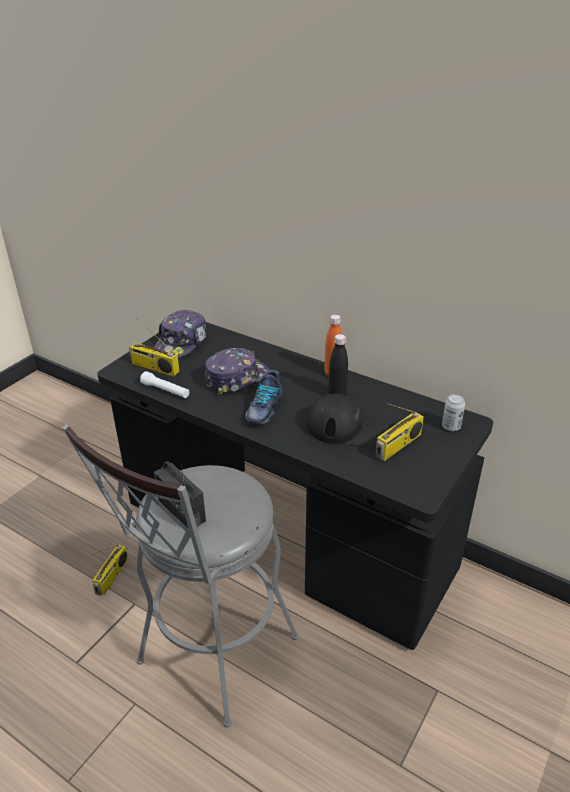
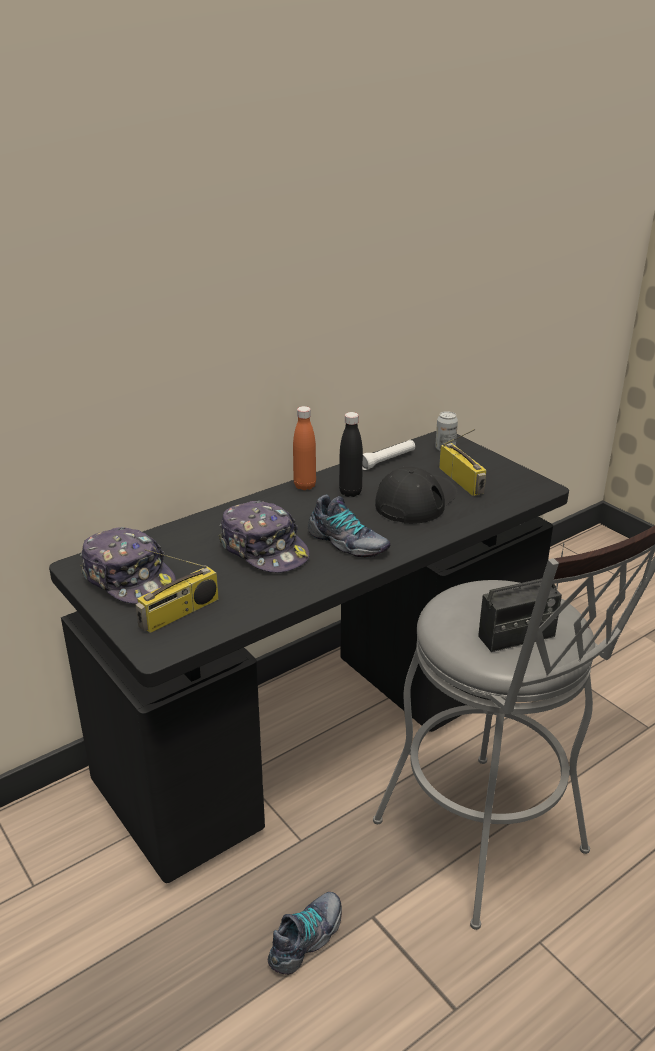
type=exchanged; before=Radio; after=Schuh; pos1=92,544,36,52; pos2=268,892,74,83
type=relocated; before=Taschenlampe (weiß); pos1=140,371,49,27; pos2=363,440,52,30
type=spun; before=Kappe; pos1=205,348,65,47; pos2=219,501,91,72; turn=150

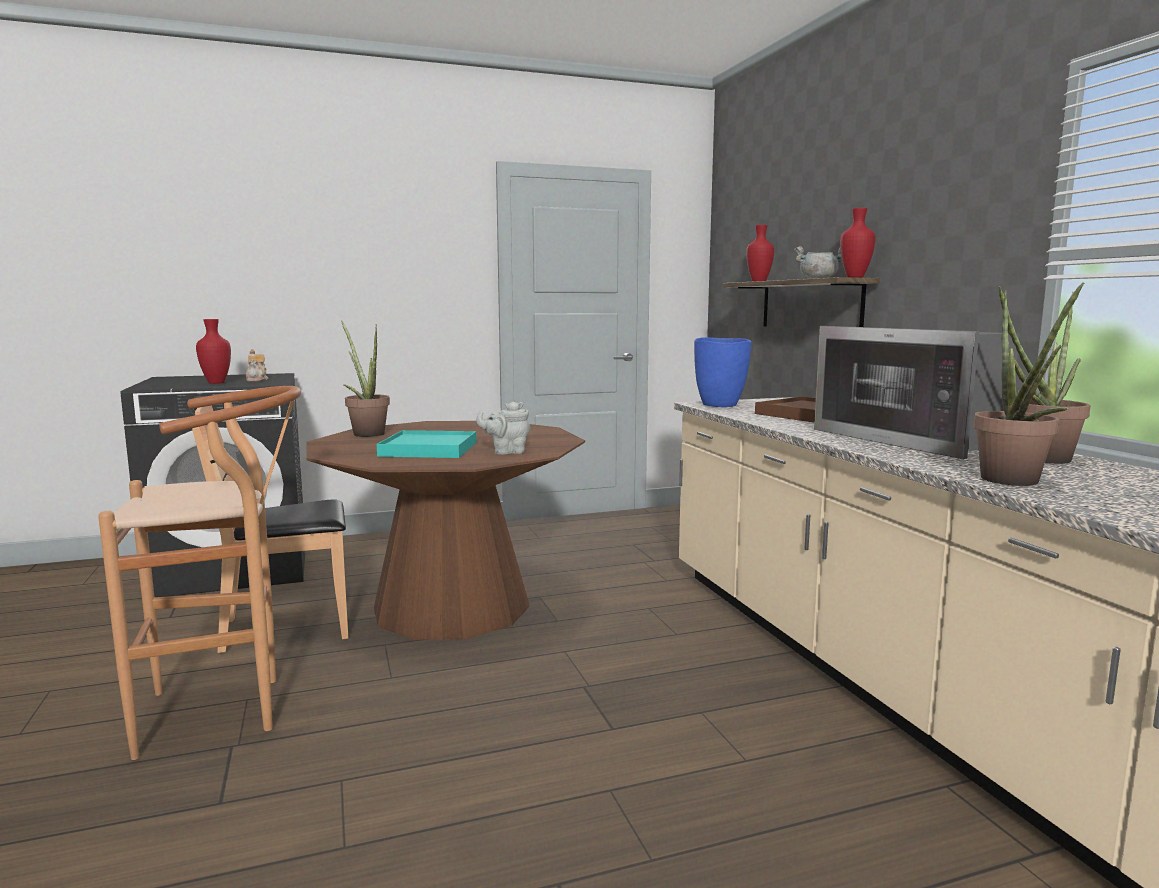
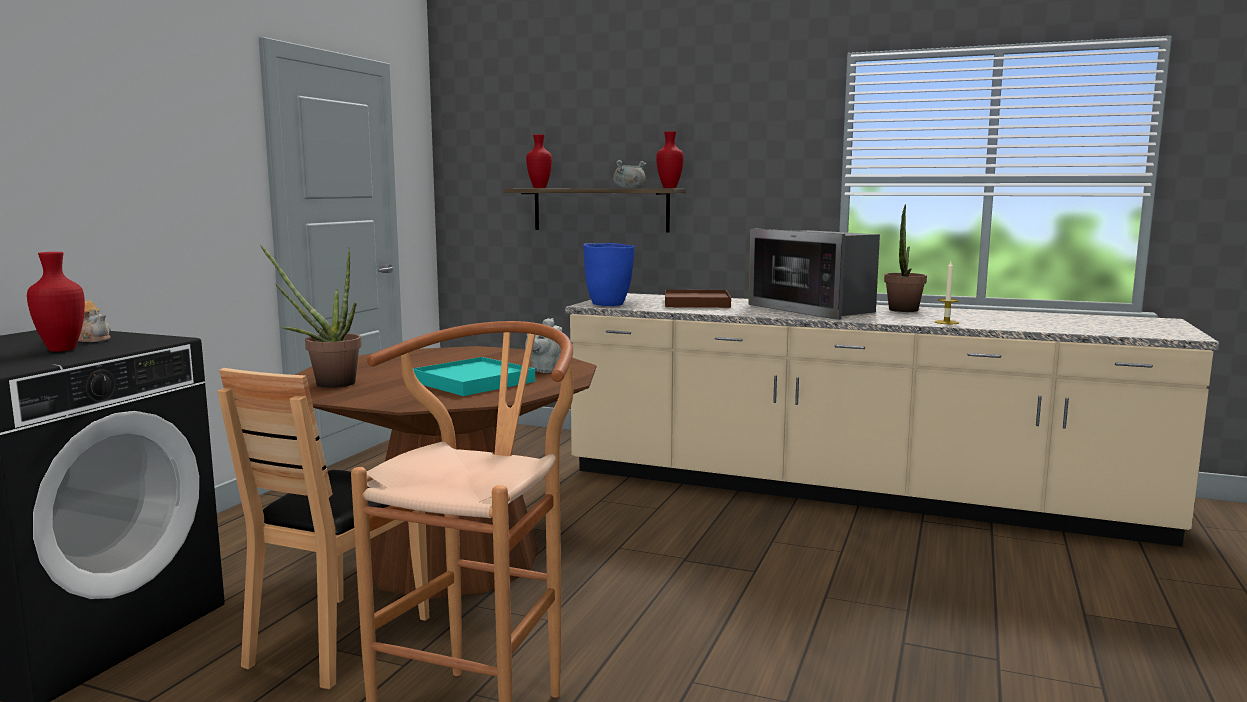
type=spun; before=Mikrowelle; pos1=814,326,206,133; pos2=748,228,132,92; turn=45
type=exchanged; before=Topfpflanze; after=Kerze; pos1=973,282,111,204; pos2=935,261,24,63

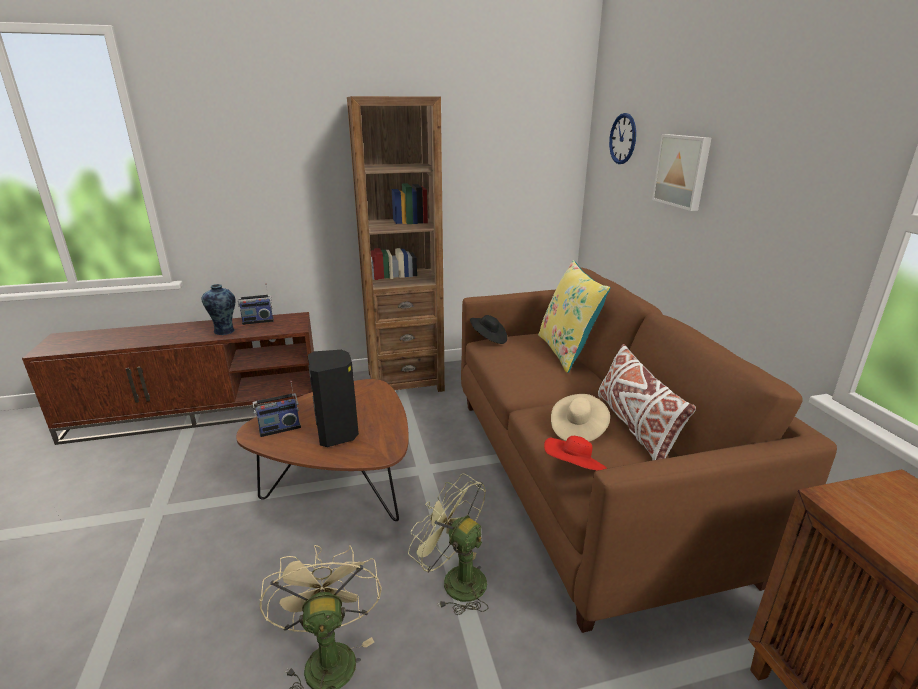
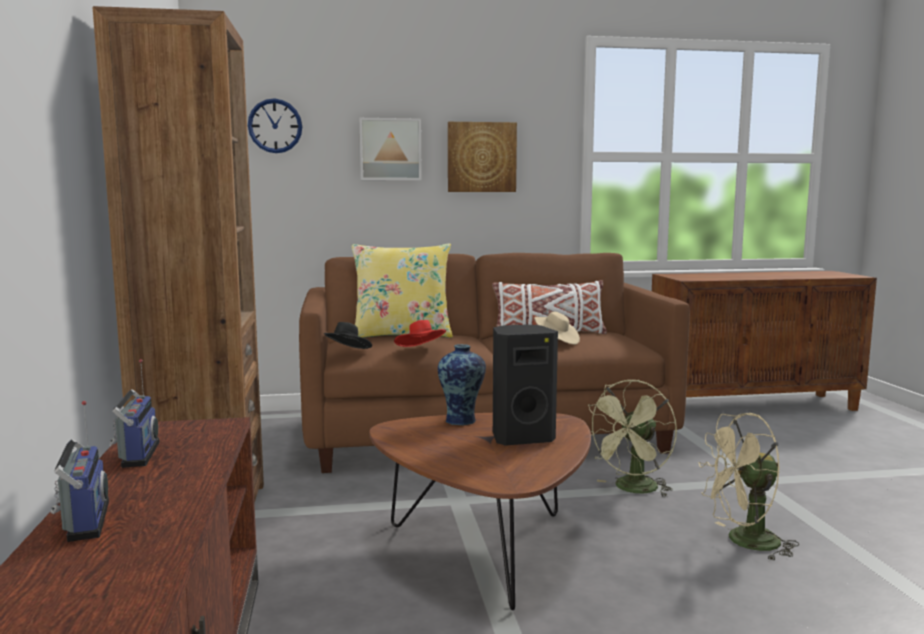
type=relocated; before=Vase; pos1=201,284,35,51; pos2=438,344,48,81
type=relocated; before=Radio; pos1=253,381,48,56; pos2=51,401,58,141
type=relocated; before=Hut (rot); pos1=544,436,63,35; pos2=394,320,52,27
type=appeared; after=Bild; pos2=448,122,69,70

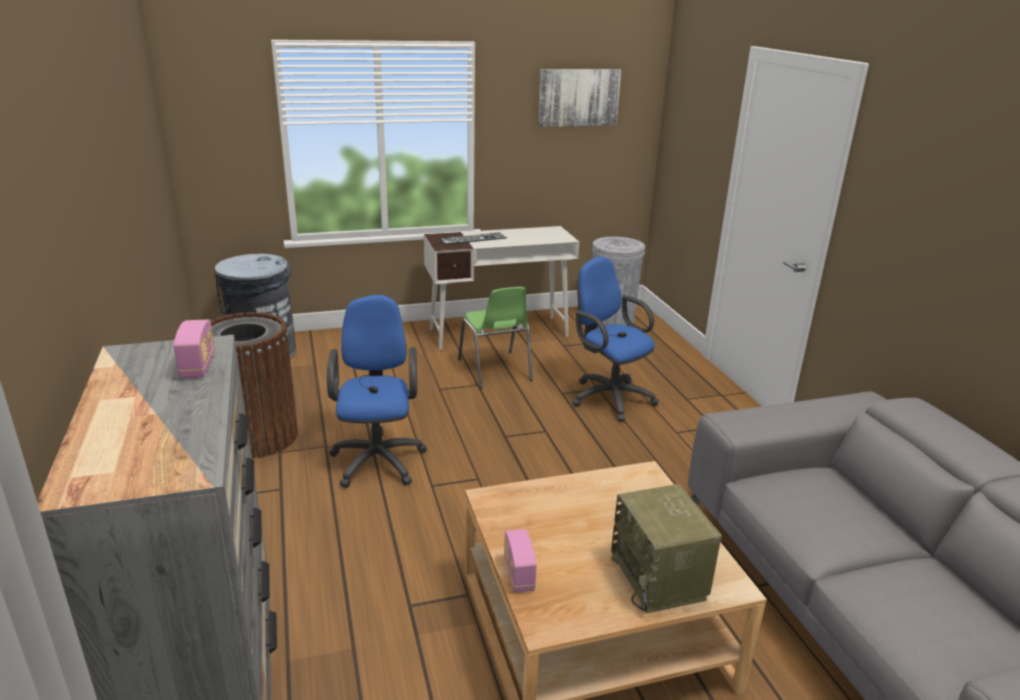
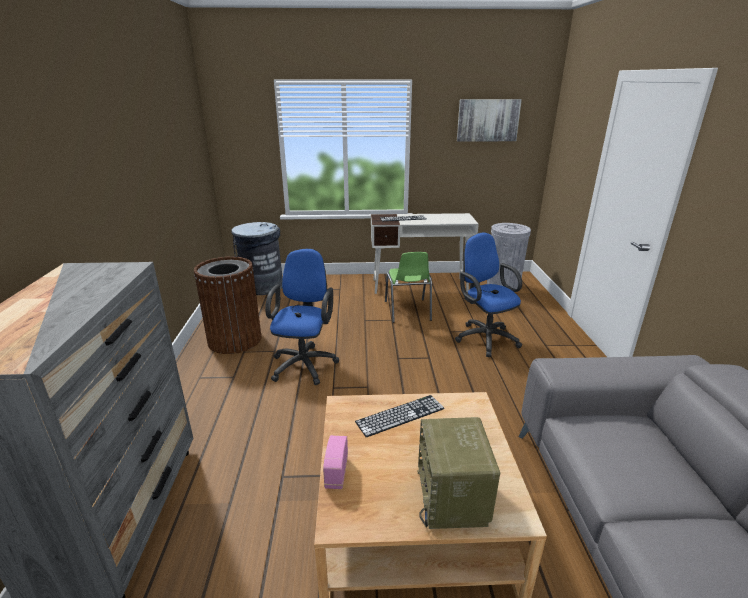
type=missing; before=Radio; pos1=173,320,42,58
type=appeared; after=Tastatur; pos2=355,395,90,43

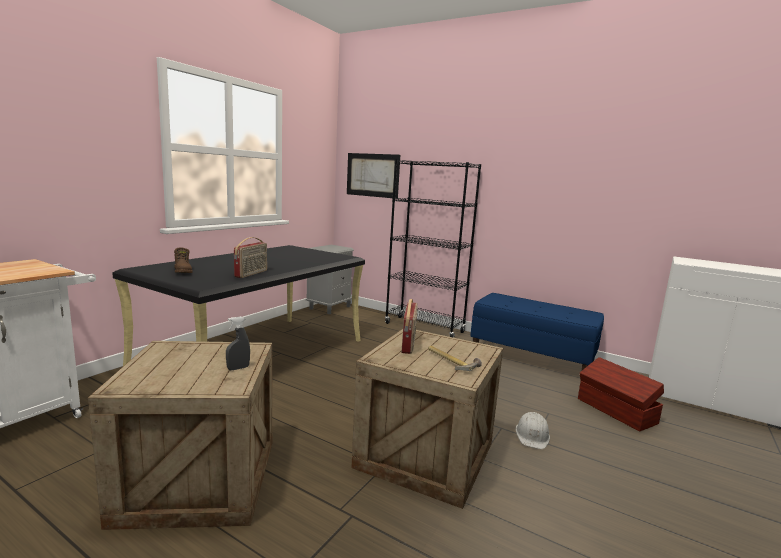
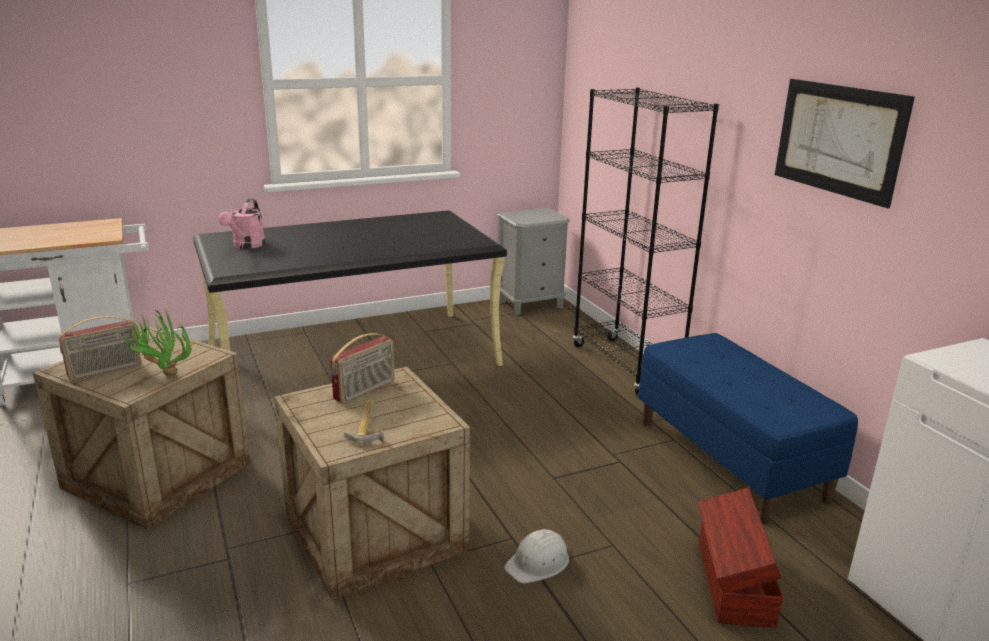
type=exchanged; before=Stiefel (braun); after=Gießkanne (rosa); pos1=174,248,19,25; pos2=218,199,48,50
type=exchanged; before=Sprühflasche (grau); after=Topfpflanze; pos1=226,316,24,54; pos2=123,308,69,68
type=relocated; before=Radio; pos1=234,237,33,41; pos2=59,316,82,65
type=relocated; before=Bild; pos1=347,153,53,45; pos2=775,79,140,129

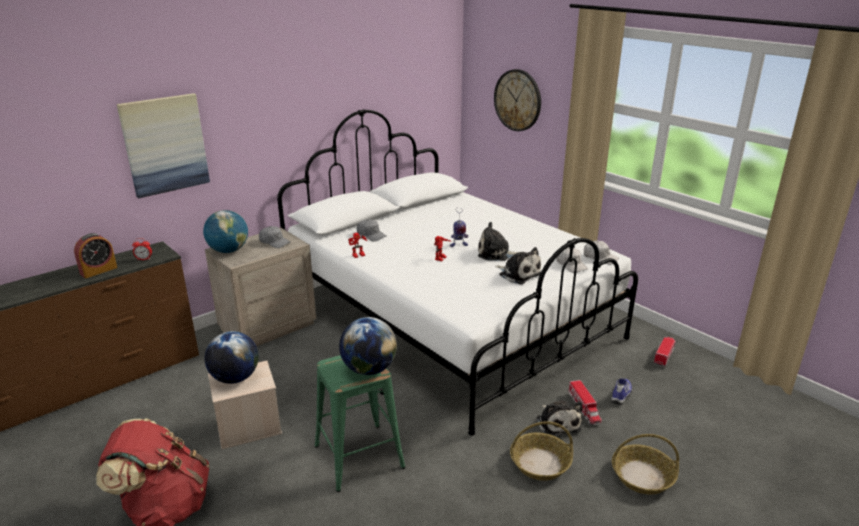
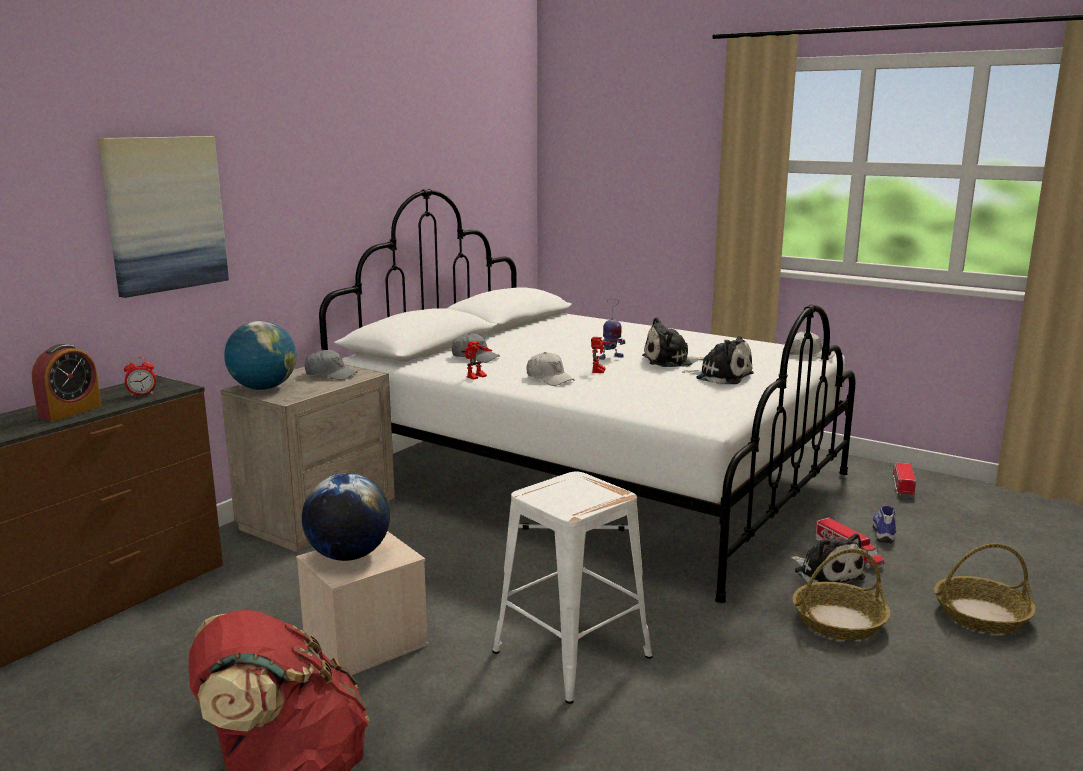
type=colour; before=Hocker (grün); after=Hocker (weiß); pos1=315,355,90,137; pos2=492,471,160,233
type=missing; before=Globus; pos1=339,317,58,58
type=missing; before=Wanduhr; pos1=494,69,47,62
type=relocated; before=Kappe (weiß); pos1=556,247,32,26; pos2=526,352,49,34

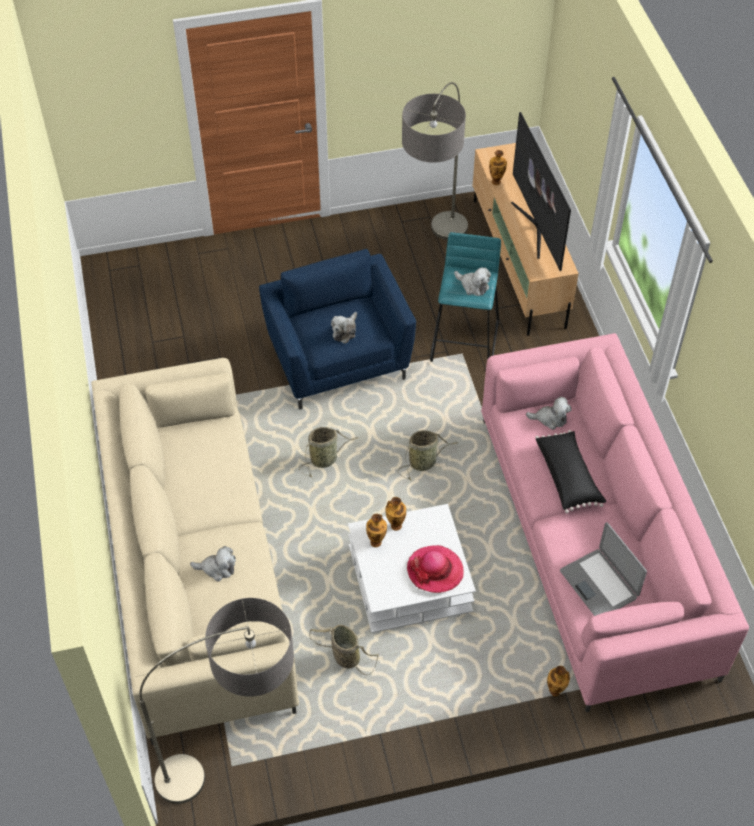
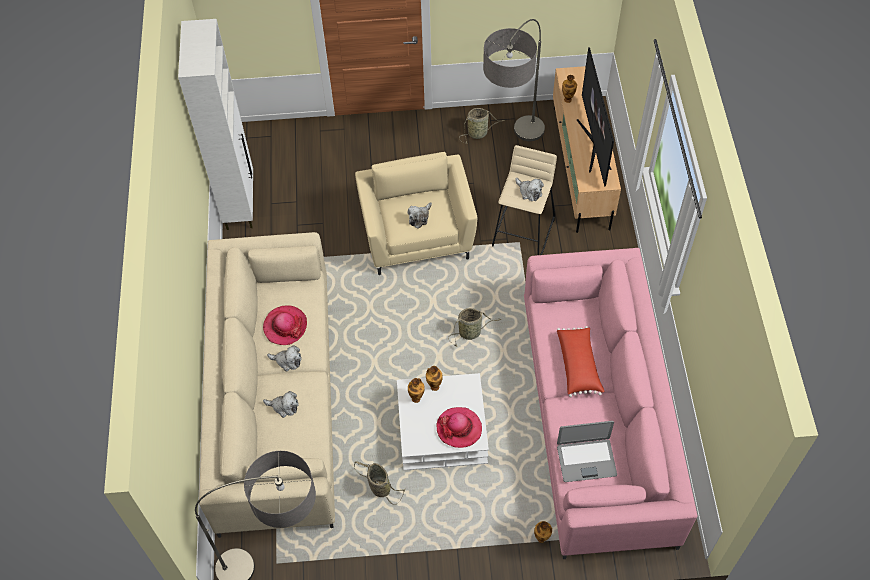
type=colour; before=Sessel (blau); after=Sessel (beige); pos1=259,249,157,161; pos2=355,152,123,123
type=relocated; before=Korb; pos1=299,427,59,51; pos2=459,108,46,36
type=colour; before=Hocker (türkis); after=Hocker (beige); pos1=430,232,71,130; pos2=492,145,65,110
type=relocated; before=Plüschtier; pos1=526,397,46,33; pos2=267,345,35,26
type=colour; before=Kissen (schwarz); after=Kissen (rot); pos1=535,430,71,83; pos2=557,326,47,71
type=spun; before=Laptop; pos1=560,522,87,94; pos2=557,421,60,61; turn=-75
type=appeared; after=Schrank (weiß); pos2=178,19,75,211
type=appeared; after=Hut; pos2=263,305,44,40

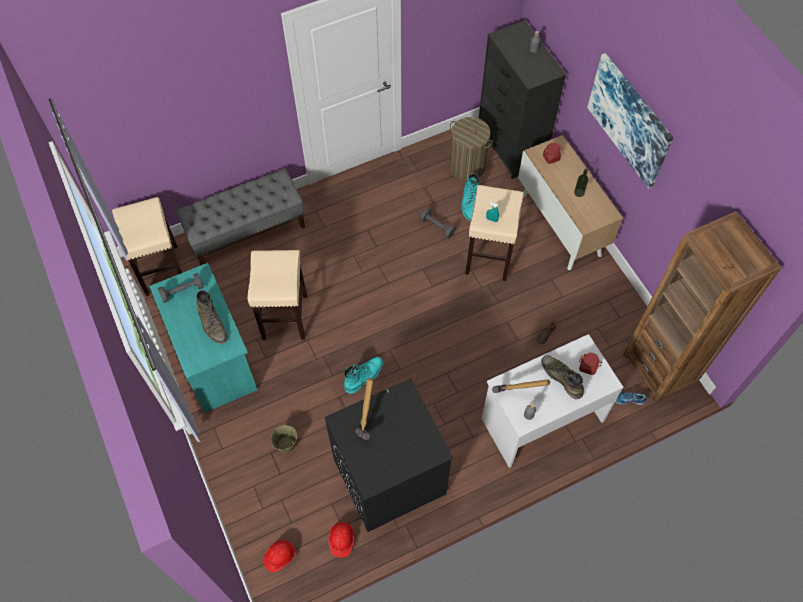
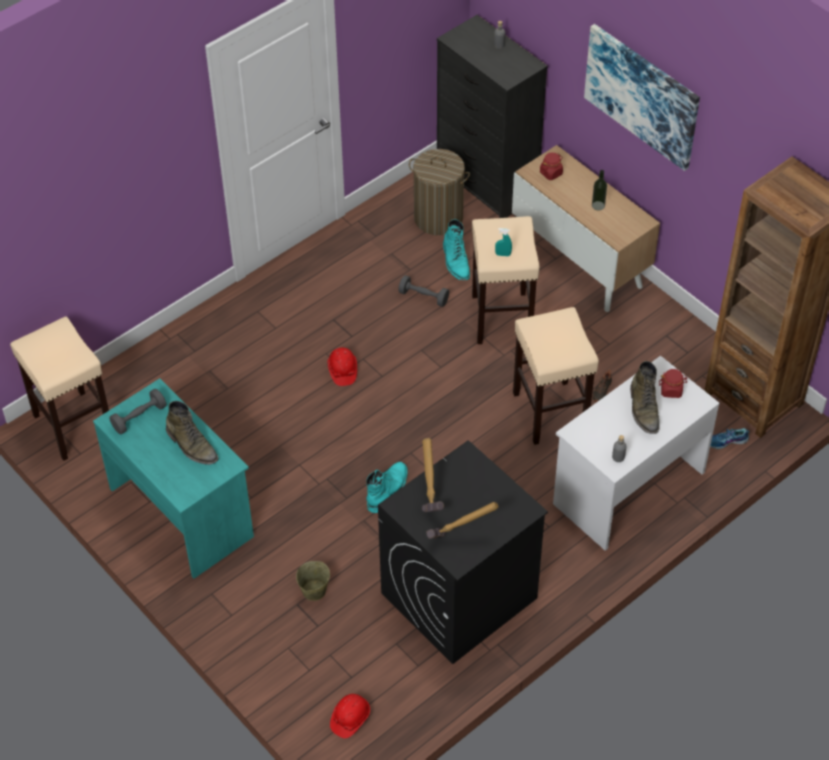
type=missing; before=Bank (grau); pos1=176,169,129,96
type=relocated; before=Hocker (beige); pos1=247,250,60,90; pos2=513,307,86,138
type=relocated; before=Schutzhelm (rot); pos1=329,522,25,35; pos2=327,348,30,38
type=relocated; before=Hammer; pos1=492,379,58,14; pos2=426,502,73,37
type=spun; before=Stiefel (grün); pos1=541,355,43,44; pos2=630,361,29,73; turn=-135

